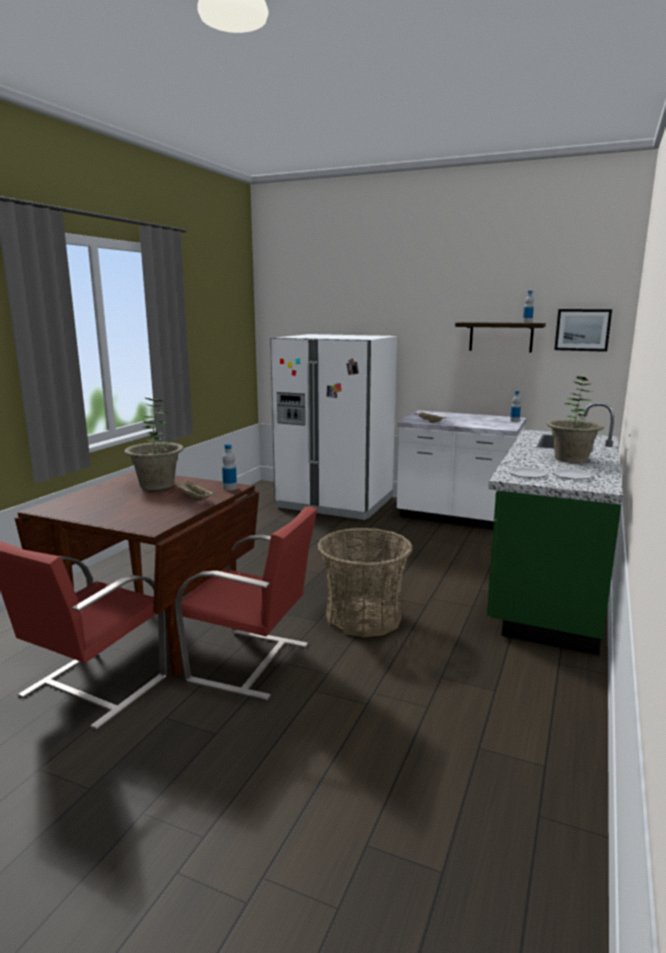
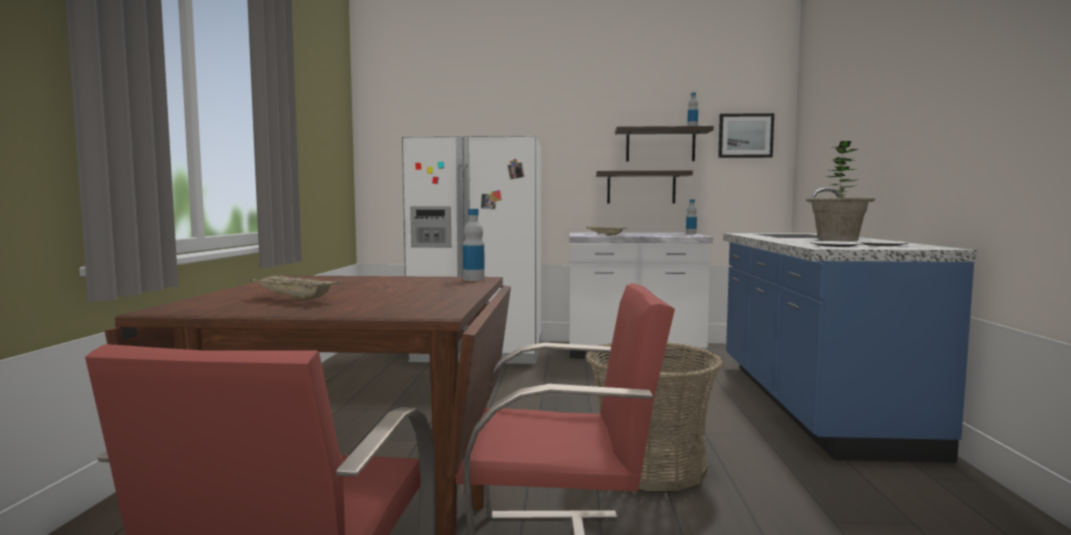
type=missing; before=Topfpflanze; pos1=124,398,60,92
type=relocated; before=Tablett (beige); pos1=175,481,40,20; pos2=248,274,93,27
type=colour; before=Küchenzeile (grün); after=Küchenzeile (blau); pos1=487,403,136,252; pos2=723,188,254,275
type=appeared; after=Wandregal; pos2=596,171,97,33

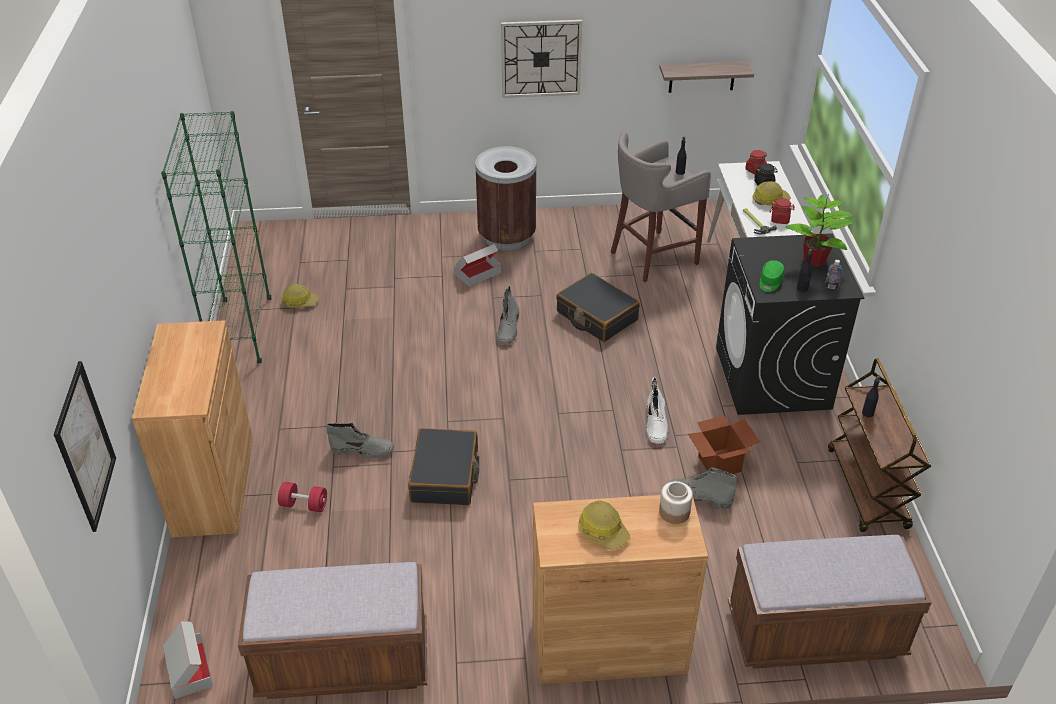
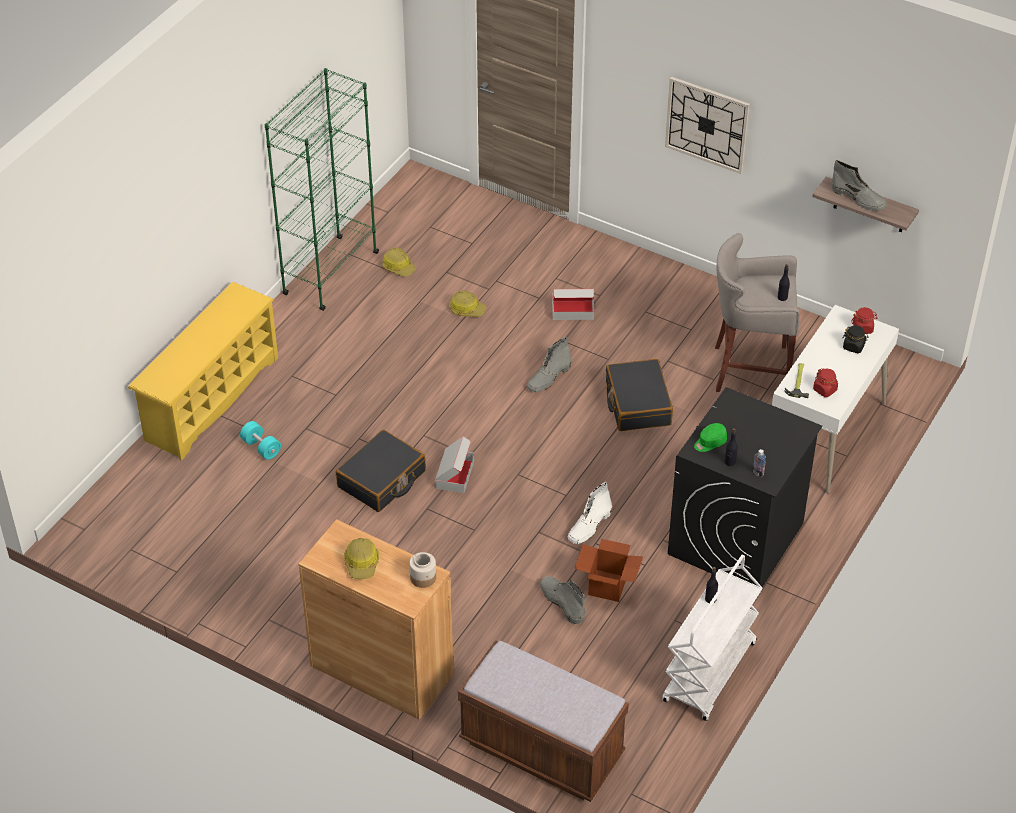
type=missing; before=Bild; pos1=54,361,62,171
type=exchanged; before=Schrank (braun); after=Schuhregal (gelb); pos1=132,320,121,218; pos2=128,282,150,179
type=relocated; before=Karton; pos1=163,621,50,78; pos2=435,436,39,57
type=missing; before=Bank (braun); pos1=238,562,189,137
type=colour; before=Hantel (rot); after=Hantel (türkis); pos1=278,482,49,30; pos2=240,421,41,39
type=relocated; before=Stiefel (grau); pos1=326,422,68,36; pos2=832,160,55,51
type=missing; before=Mülleimer (braun); pos1=475,146,61,104
type=relocated; before=Schutzhelm; pos1=753,181,38,25; pos2=449,290,37,27
type=missing; before=Topfpflanze; pos1=785,195,69,72
type=colour; before=Rollwagen (braun); after=Rollwagen (weiß); pos1=828,359,103,173; pos2=662,555,100,166

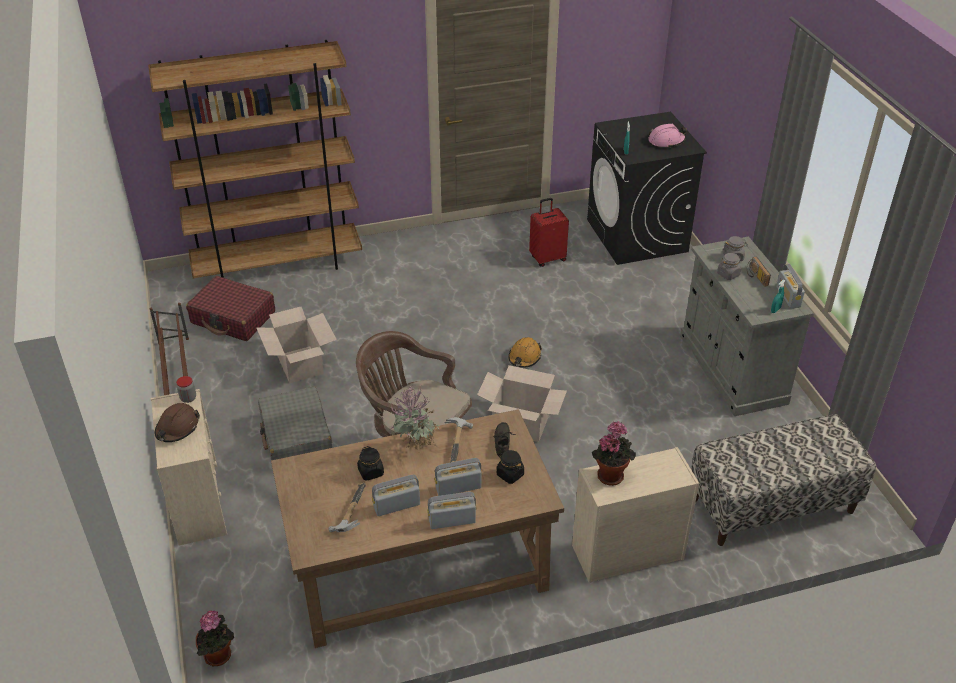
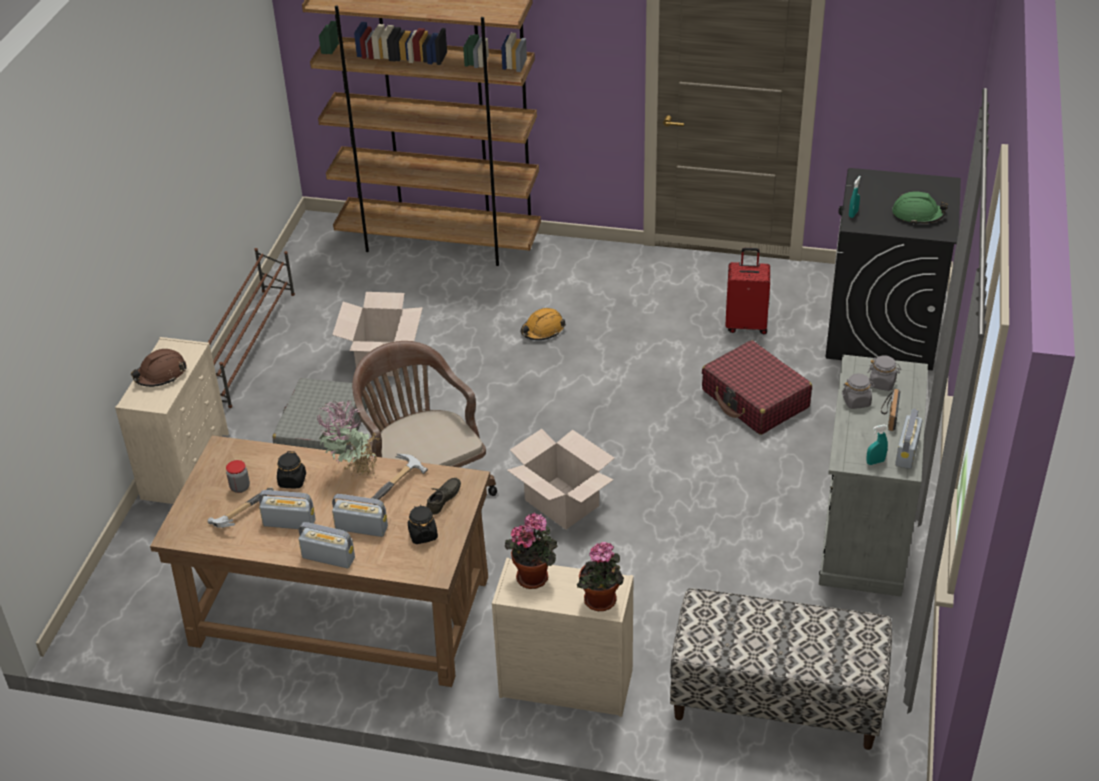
type=relocated; before=Vorratsglas; pos1=176,376,20,27; pos2=226,460,24,33
type=relocated; before=Koffer (rot); pos1=186,276,89,65; pos2=702,340,110,95
type=relocated; before=Topfpflanze; pos1=196,611,38,55; pos2=577,542,47,69
type=relocated; before=Schutzhelm (orange); pos1=509,337,33,31; pos2=521,308,45,32
type=colour; before=Schutzhelm (rosa); after=Schutzhelm (grün); pos1=648,124,39,24; pos2=892,191,56,34

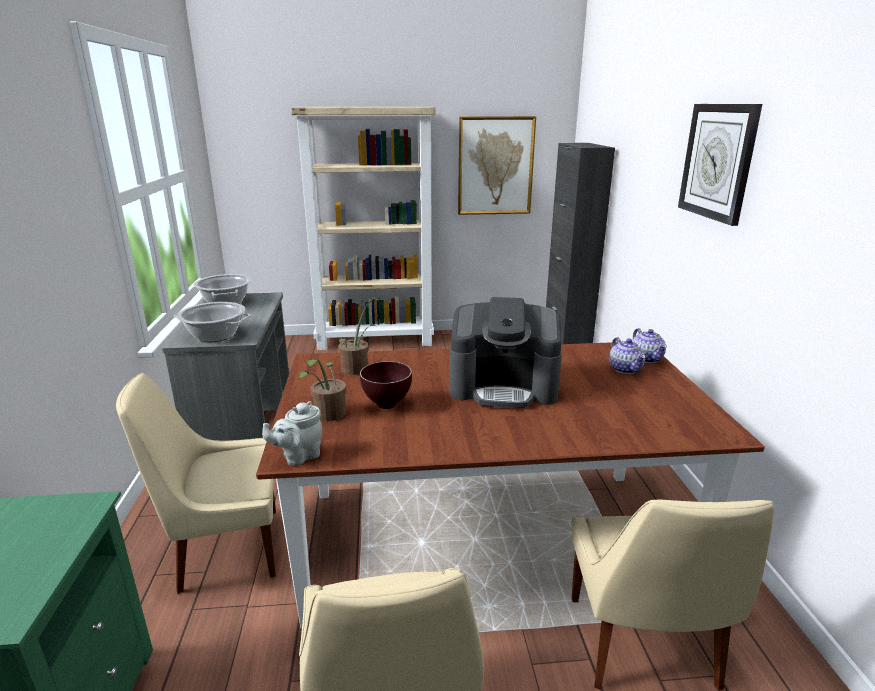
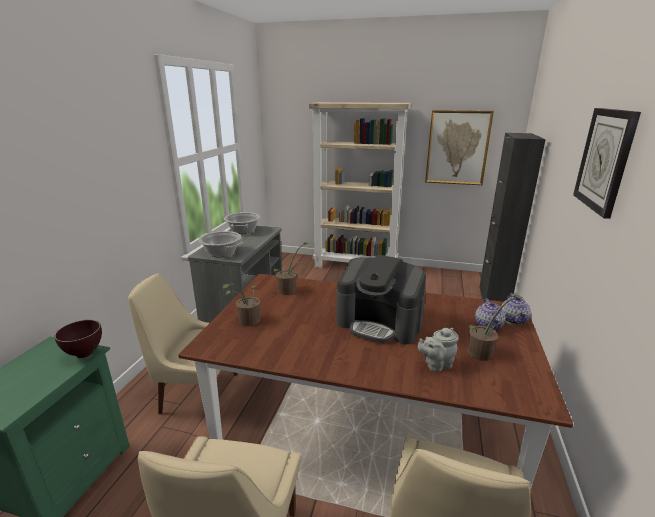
type=relocated; before=Teekanne (grau); pos1=262,401,60,65; pos2=418,328,41,44
type=relocated; before=Schüssel (braun); pos1=360,361,52,48; pos2=54,320,48,38
type=appeared; after=Topfpflanze; pos2=467,295,55,66

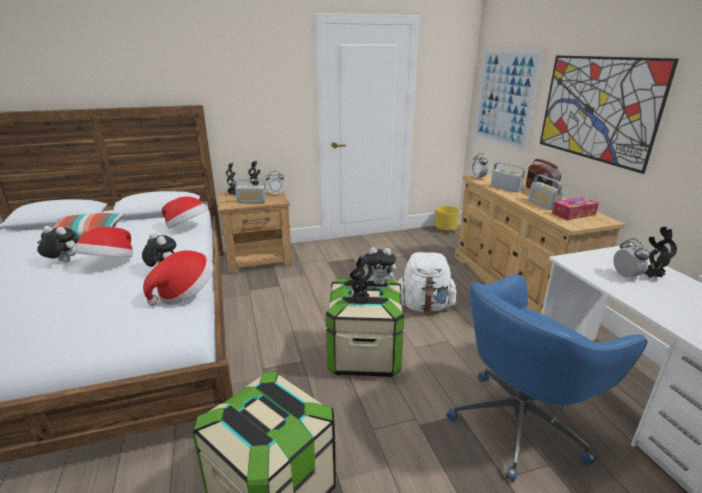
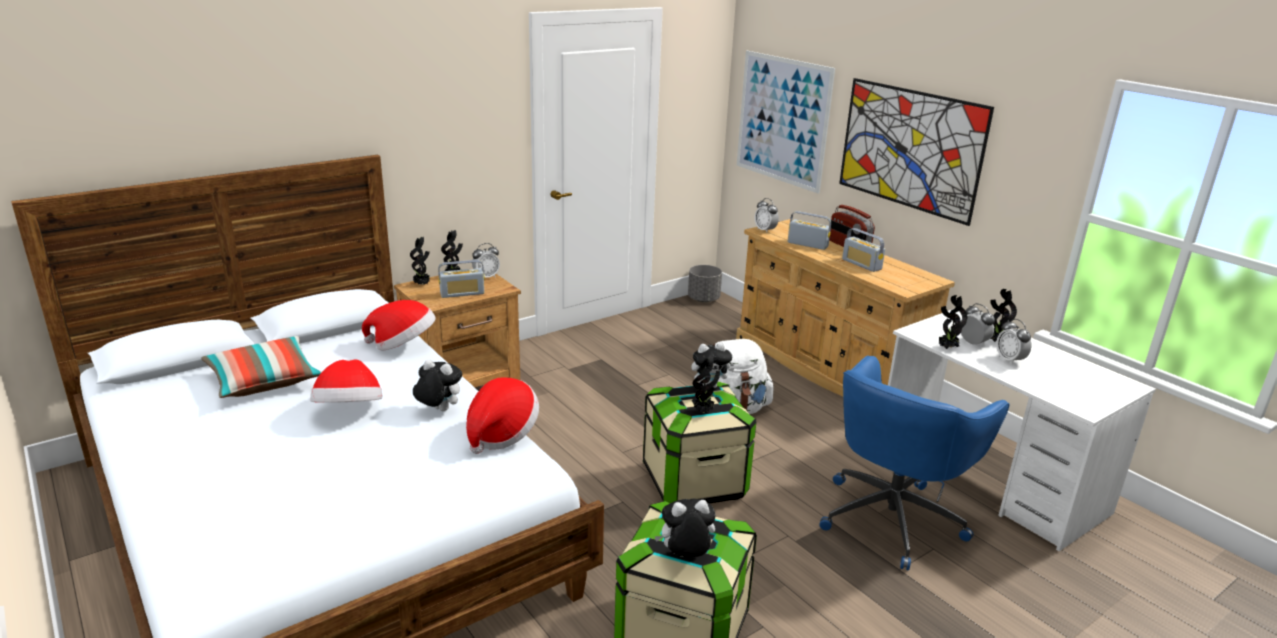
type=relocated; before=Plüschtier; pos1=37,226,39,36; pos2=655,499,61,58
type=colour; before=Pflanzkübel (gelb); after=Pflanzkübel (grau); pos1=435,206,24,25; pos2=688,265,34,37
type=missing; before=Taschentuchbox; pos1=552,197,47,23
type=appeared; after=Topfpflanze; pos2=939,295,29,54
type=appeared; after=Wecker; pos2=996,319,35,46

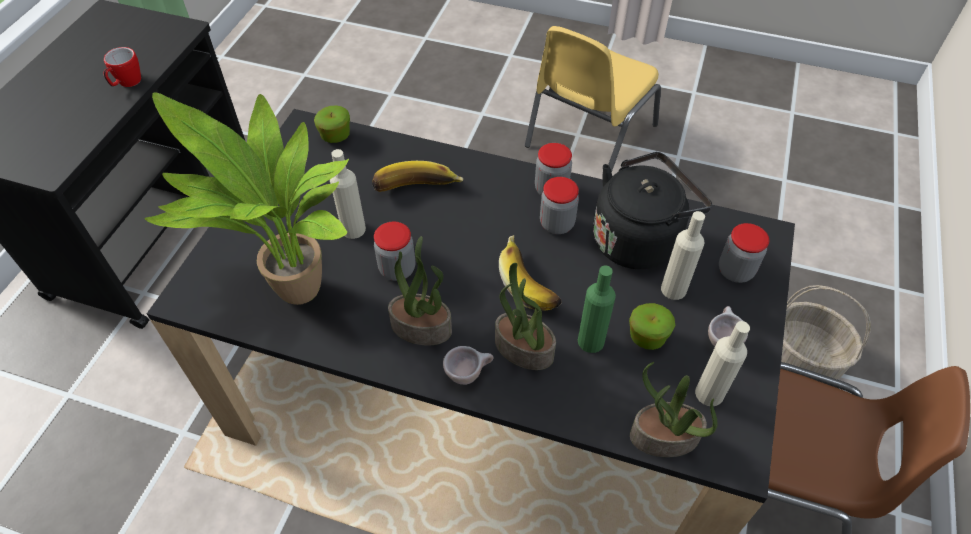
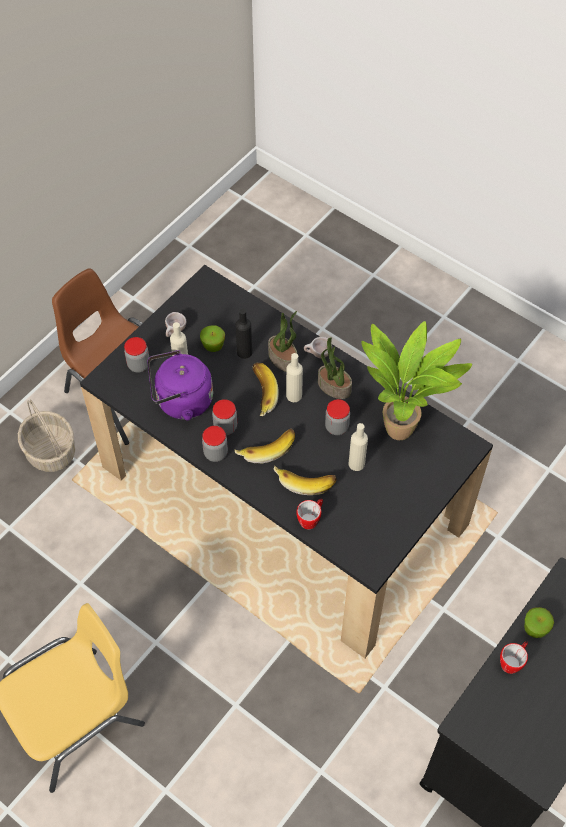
type=relocated; before=Apfel; pos1=314,105,36,38; pos2=524,607,30,31
type=colour; before=Flasche (grün); after=Flasche (schwarz); pos1=578,266,38,87; pos2=235,309,17,50
type=colour; before=Wasserkessel (schwarz); after=Wasserkessel (lila); pos1=593,152,119,117; pos2=147,350,66,71
type=missing; before=Topfpflanze; pos1=630,362,87,95
type=relocated; before=Flasche (beige); pos1=695,321,55,85; pos2=286,353,17,49
type=appeared; after=Banane; pos2=234,429,61,34
type=appeared; after=Henkelbecher; pos2=296,499,27,30

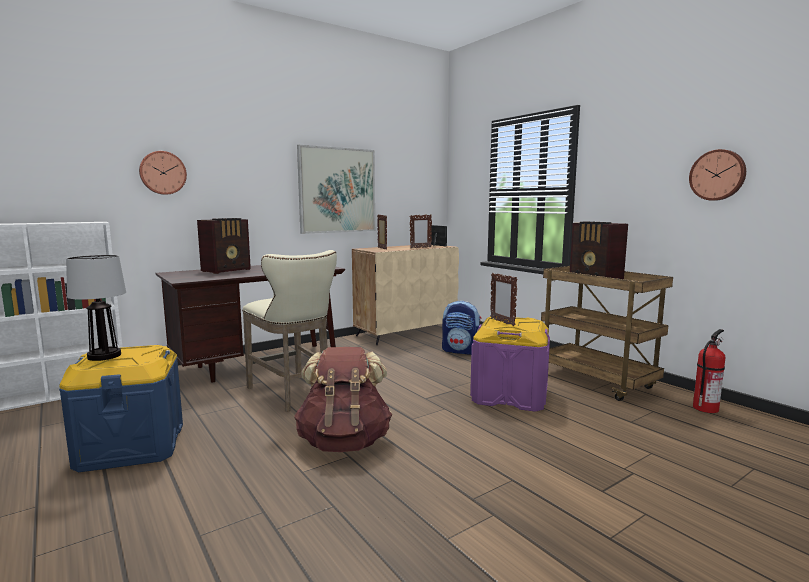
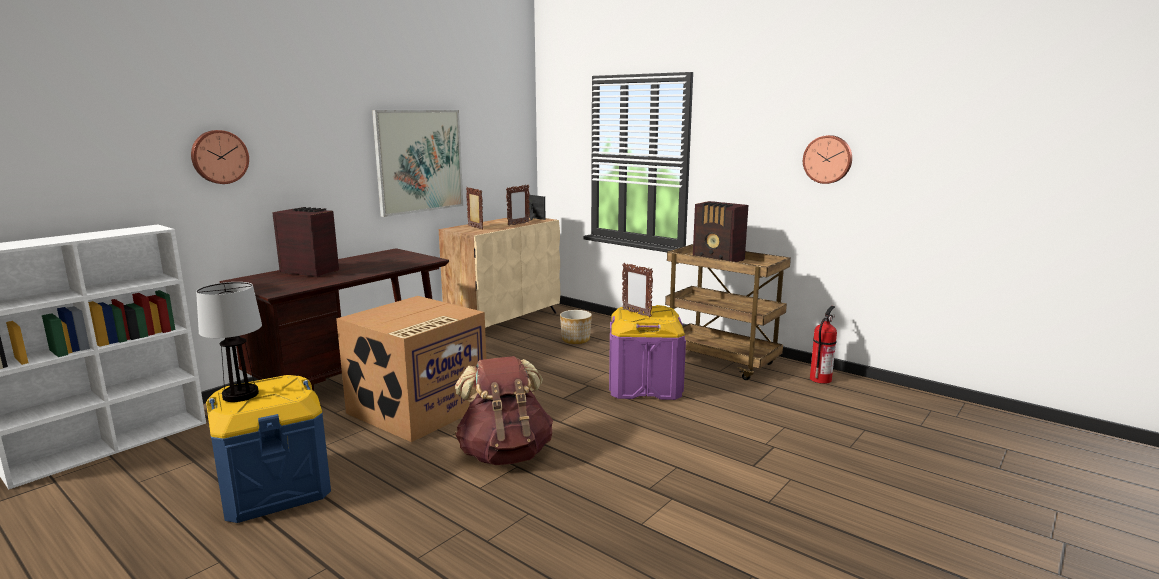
type=spun; before=Radio; pos1=197,218,54,56; pos2=272,207,67,70; turn=-90
type=exchanged; before=Hocker (beige); after=Karton; pos1=242,250,95,162; pos2=336,296,150,146
type=exchanged; before=Rucksack; after=Pflanzkübel; pos1=442,301,40,54; pos2=560,310,32,34

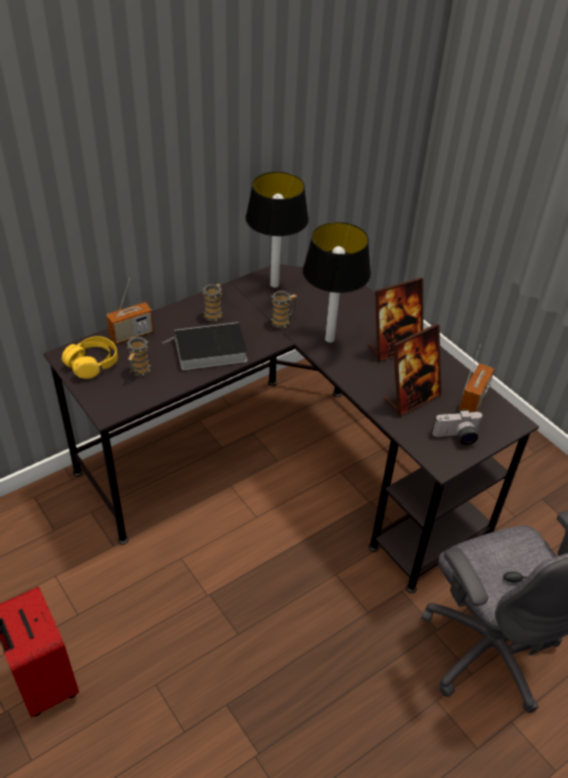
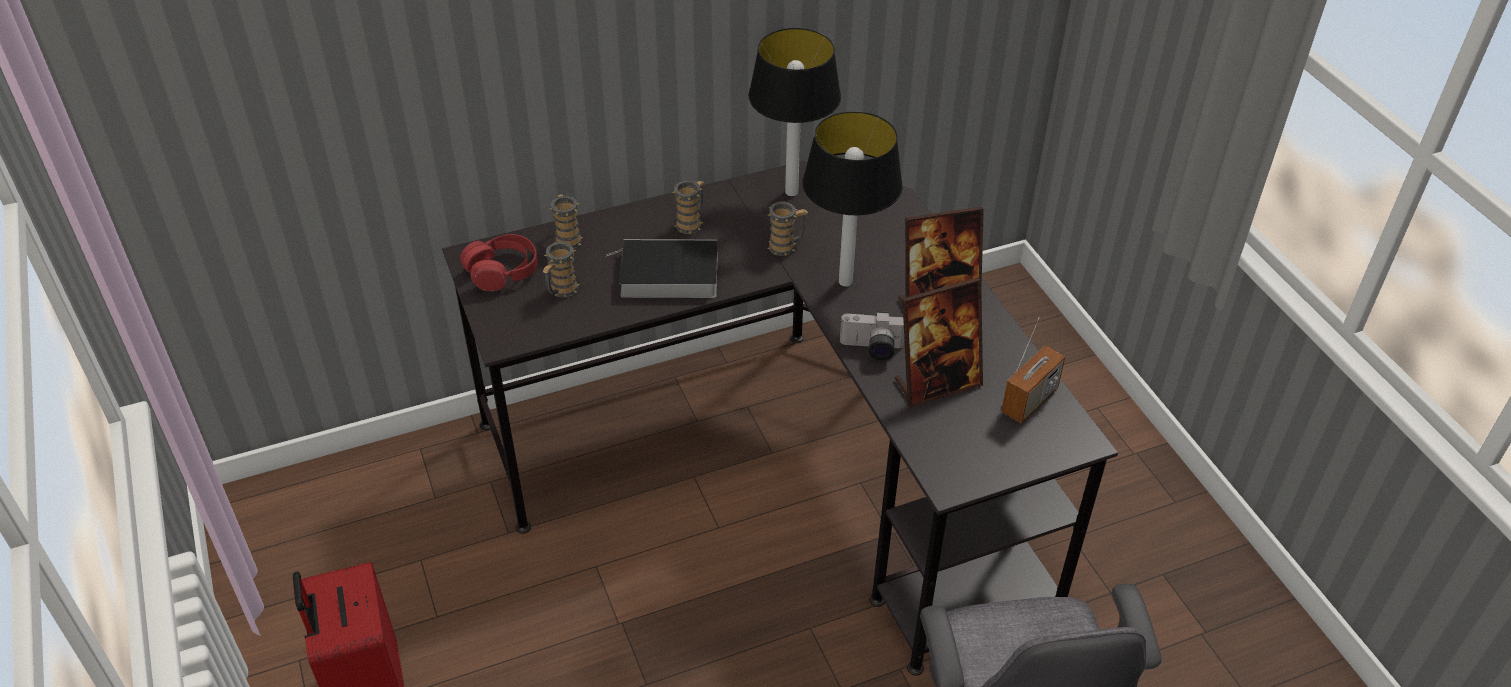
type=colour; before=Kopfhörer (gelb); after=Kopfhörer (rot); pos1=62,336,56,43; pos2=460,234,78,57
type=exchanged; before=Radio; after=Henkelbecher; pos1=106,279,48,65; pos2=550,194,33,55
type=relocated; before=Kamera; pos1=432,409,50,36; pos2=840,311,65,49

